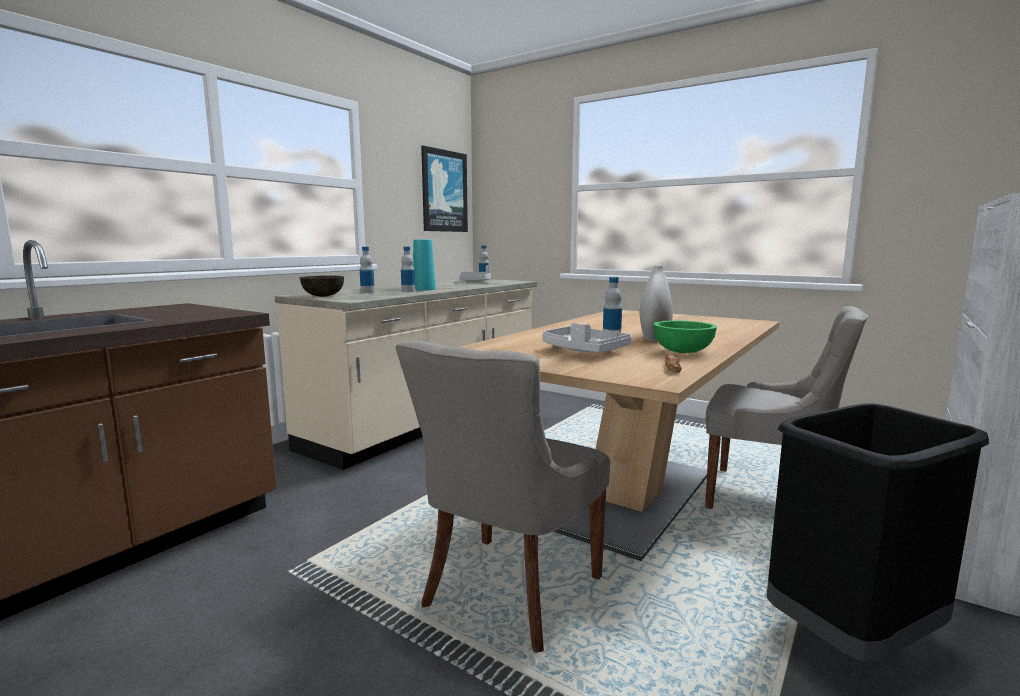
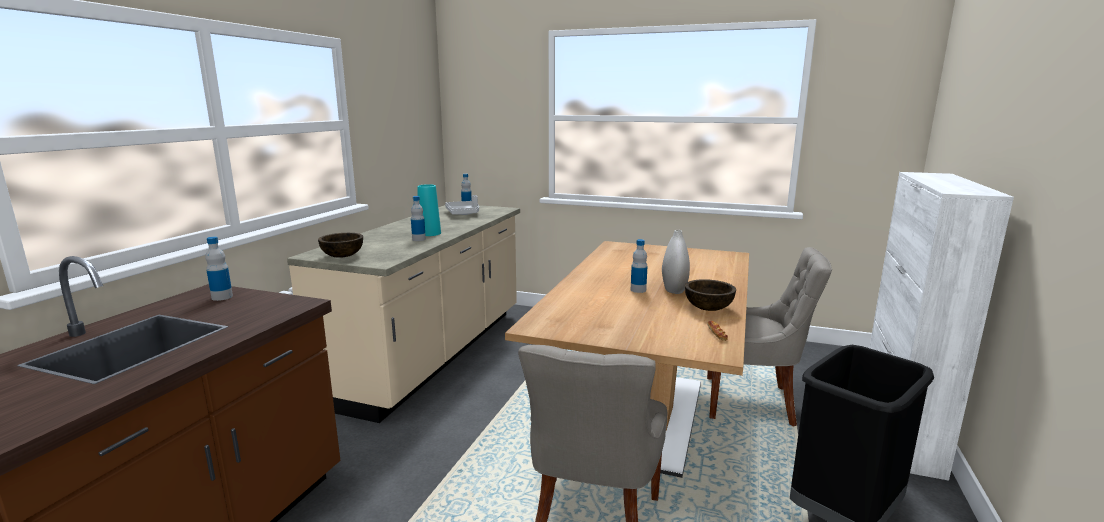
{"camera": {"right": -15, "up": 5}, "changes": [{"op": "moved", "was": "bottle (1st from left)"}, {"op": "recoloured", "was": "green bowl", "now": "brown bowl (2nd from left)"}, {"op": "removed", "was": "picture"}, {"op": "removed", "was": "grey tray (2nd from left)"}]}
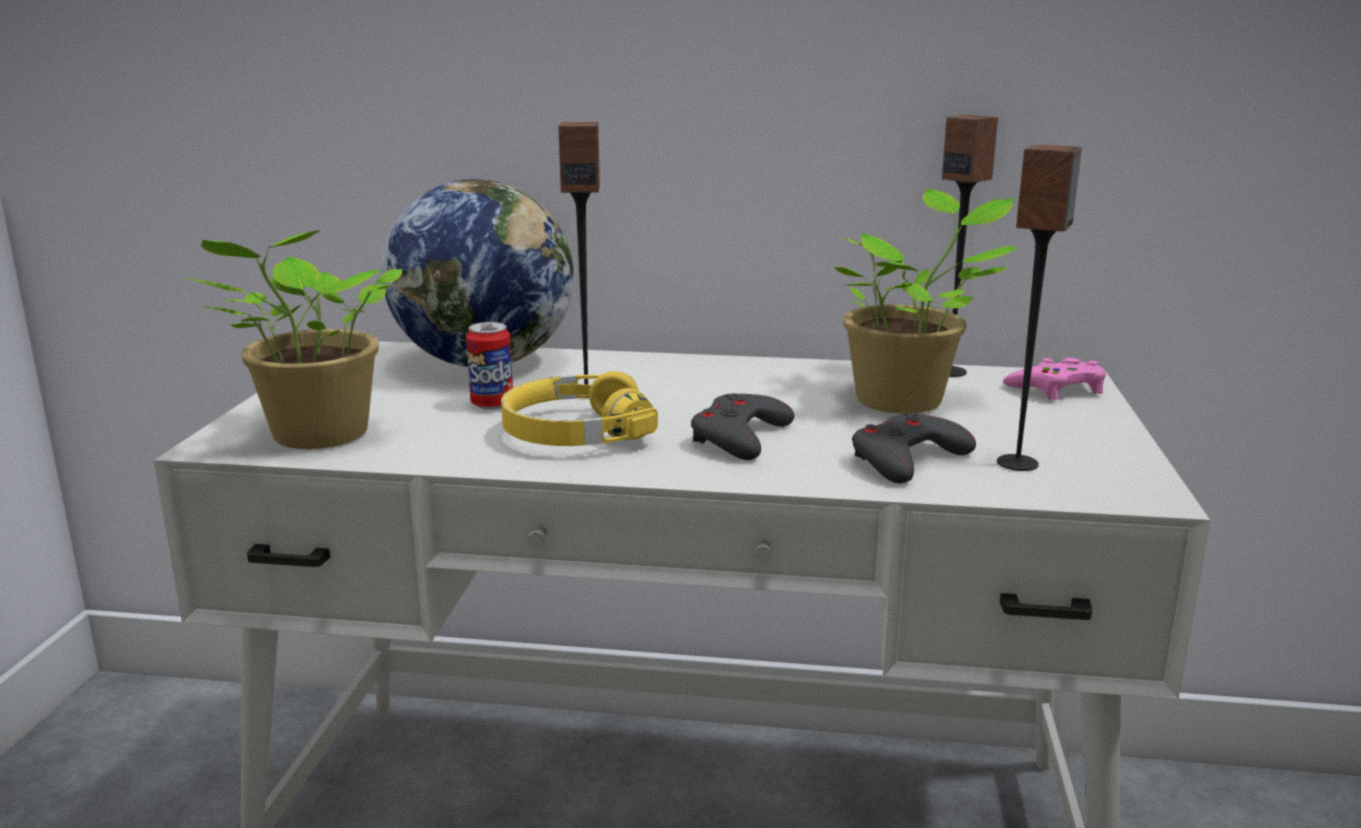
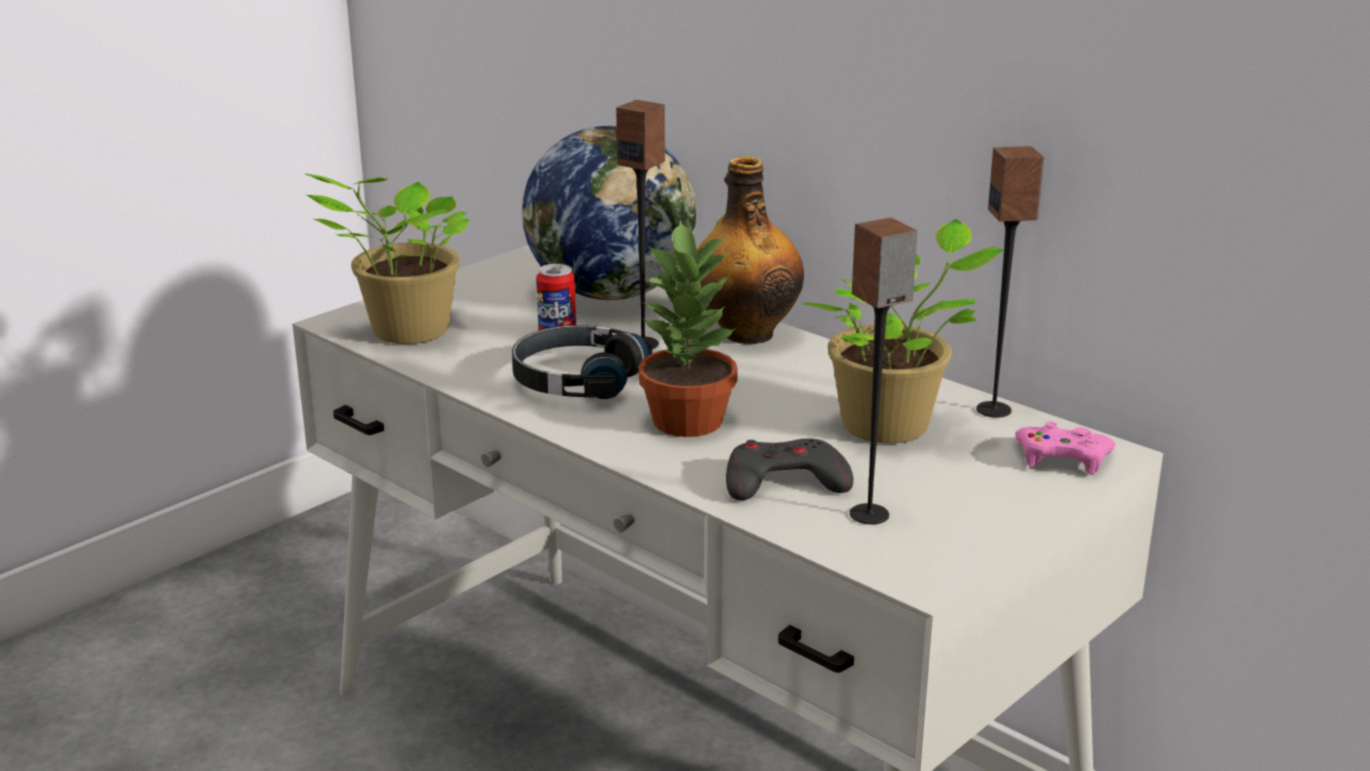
{"camera": {"right": 35, "up": 5}, "changes": [{"op": "recoloured", "was": "yellow headphones", "now": "black headphones"}, {"op": "replaced", "was": "grey game controller (1st from left)", "now": "potted plant (2nd from left)"}, {"op": "added", "now": "bottle"}]}
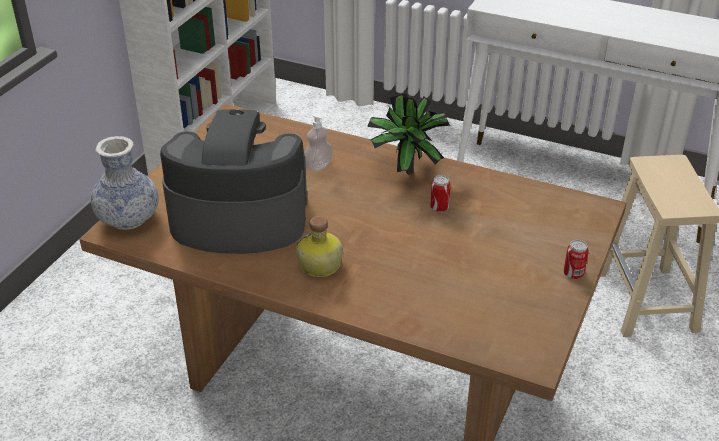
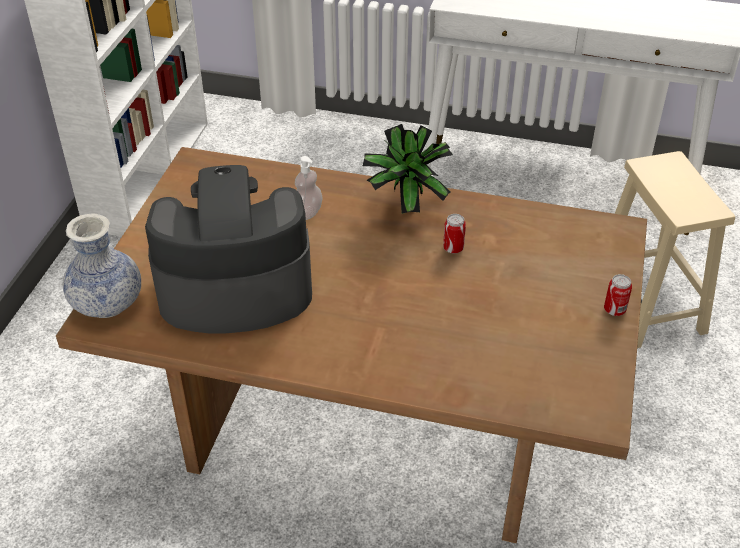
{"camera": {"right": -10, "up": 5}, "changes": [{"op": "removed", "was": "bottle"}]}
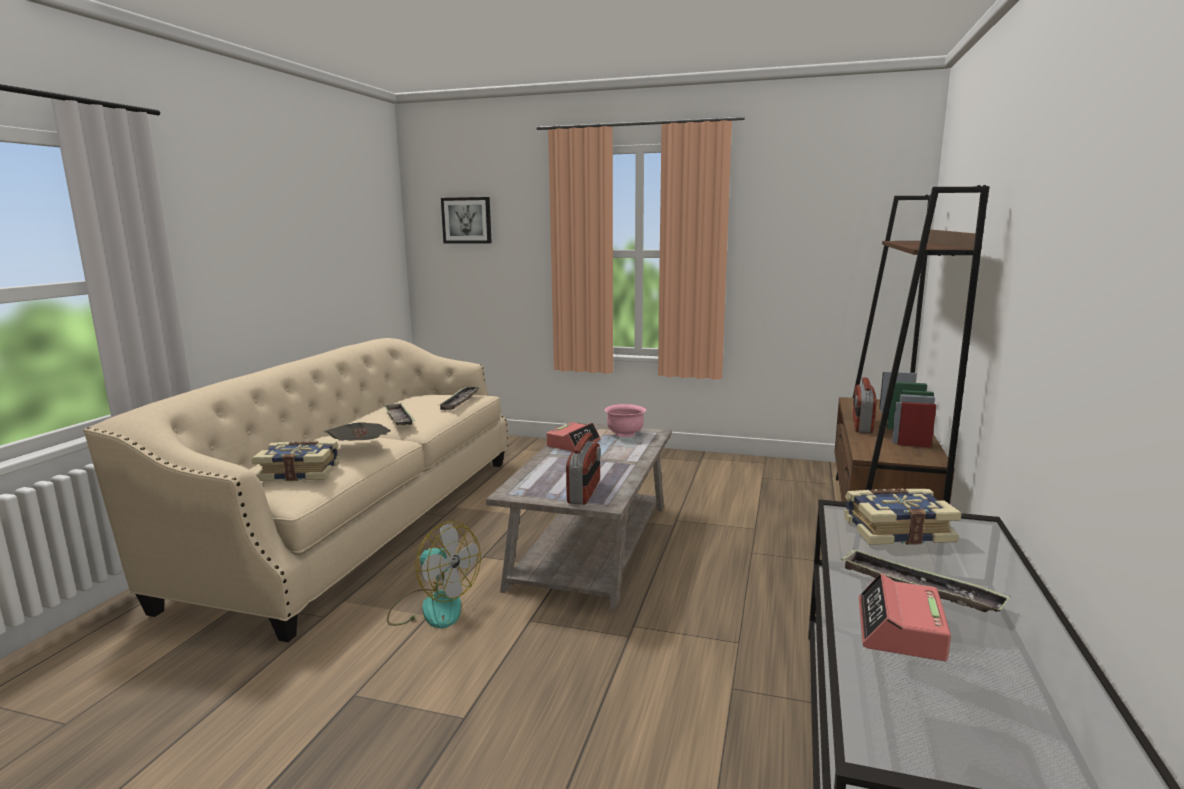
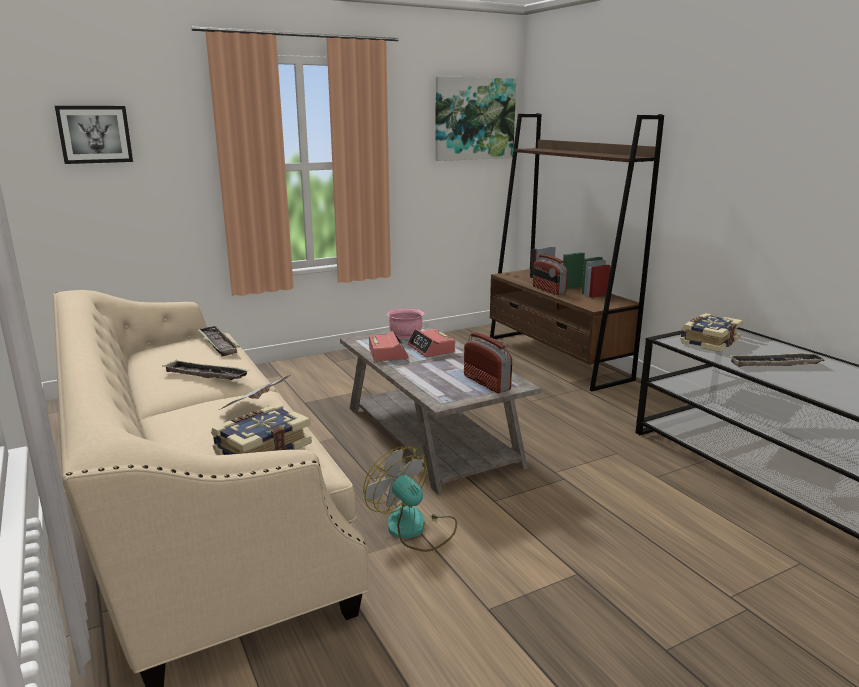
{"camera": {"right": -45, "up": 5}, "changes": [{"op": "turned", "was": "fan", "clockwise": -120}, {"op": "moved", "was": "alarm clock (2nd from left)"}, {"op": "added", "now": "picture (2nd from left)"}]}
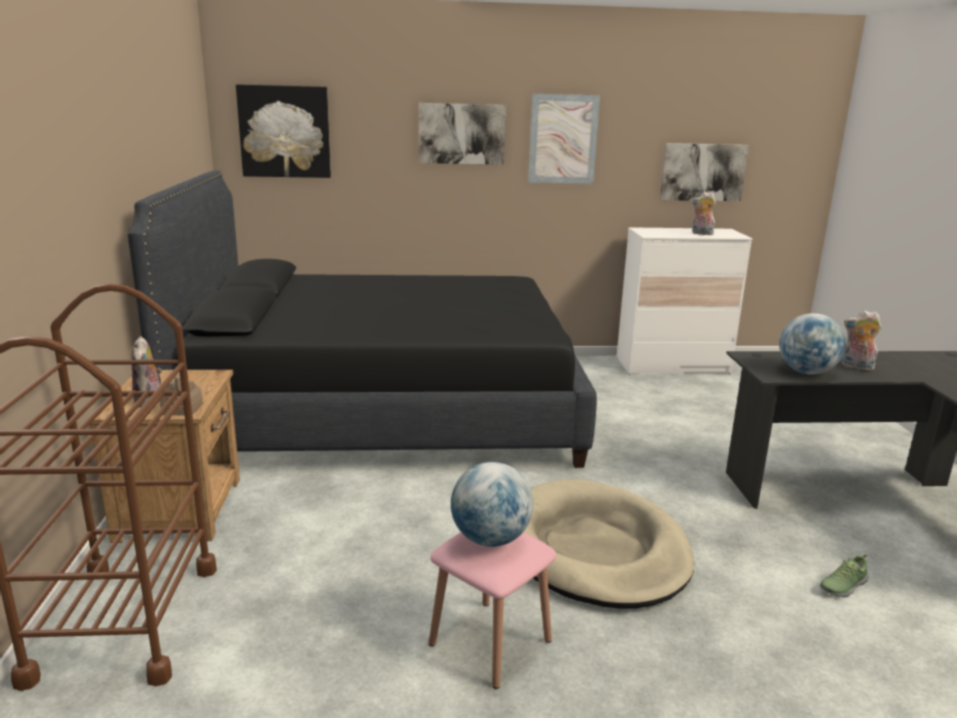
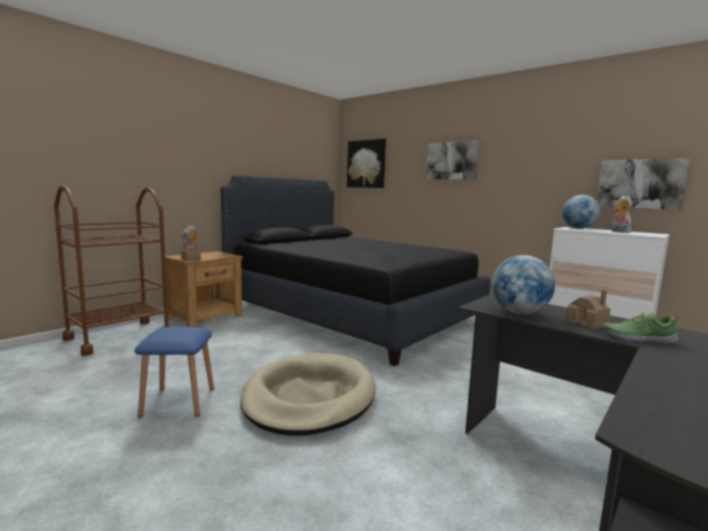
{"camera": {"right": 45, "up": -10}, "changes": [{"op": "recoloured", "was": "pink stool", "now": "blue stool"}, {"op": "moved", "was": "globe (1st from left in the first image)", "now": "globe (2nd from left)"}, {"op": "replaced", "was": "plush toy (3rd from left)", "now": "toy house (2nd from left)"}, {"op": "moved", "was": "shoe"}, {"op": "removed", "was": "picture (3rd from left)"}]}
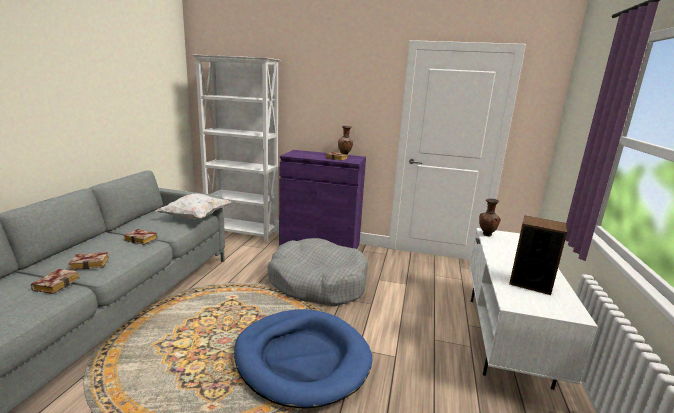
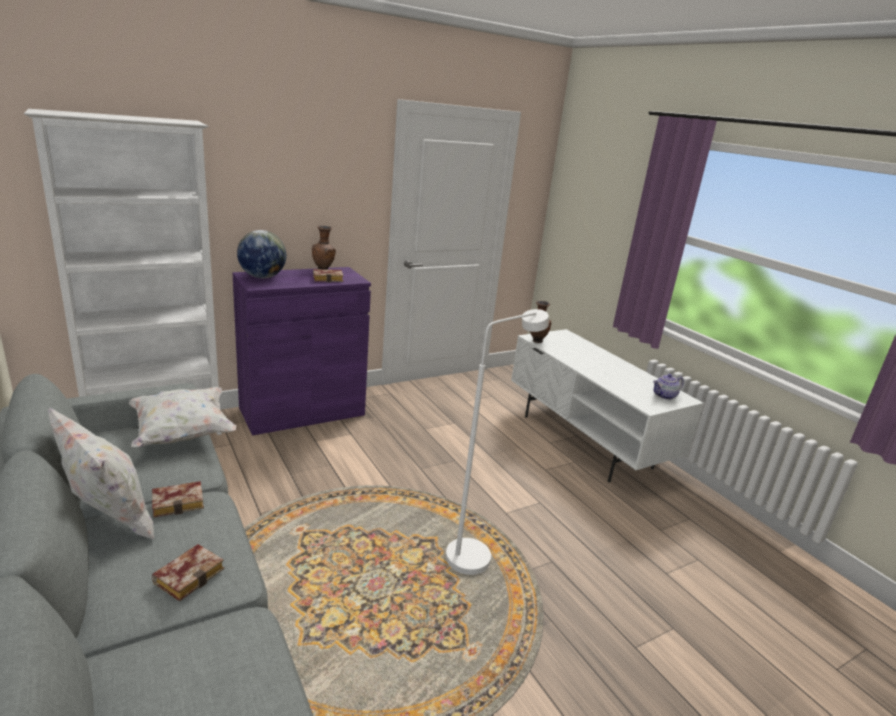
{"camera": {"right": -45, "up": 5}, "changes": [{"op": "added", "now": "white pillow (1st from left)"}, {"op": "added", "now": "globe"}, {"op": "replaced", "was": "blue dog bed", "now": "white floor lamp"}, {"op": "added", "now": "teapot"}, {"op": "removed", "was": "book (1st from left)"}, {"op": "removed", "was": "grey dog bed"}, {"op": "removed", "was": "speaker"}]}
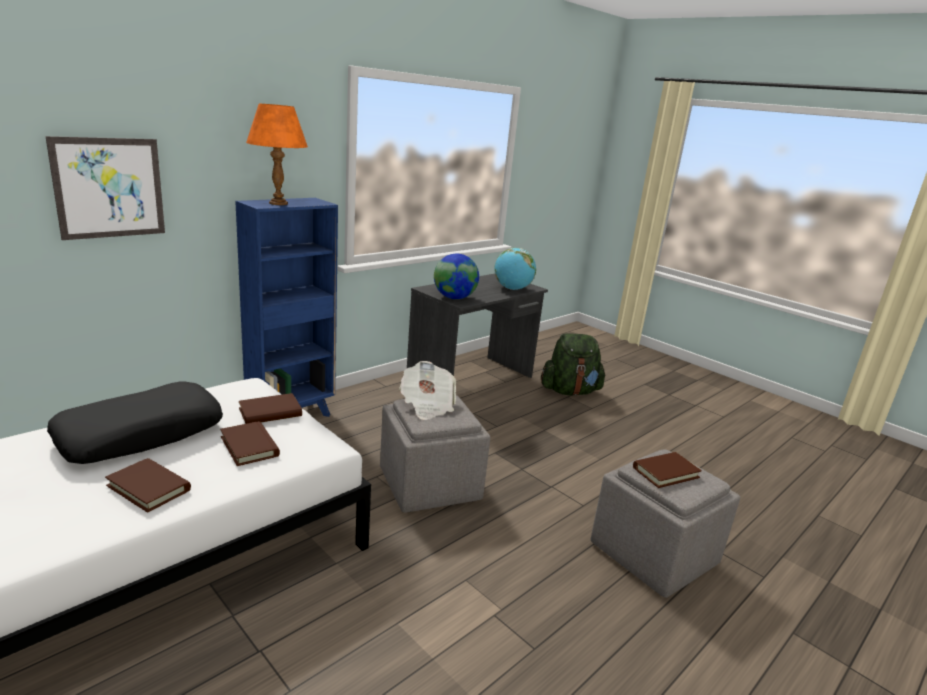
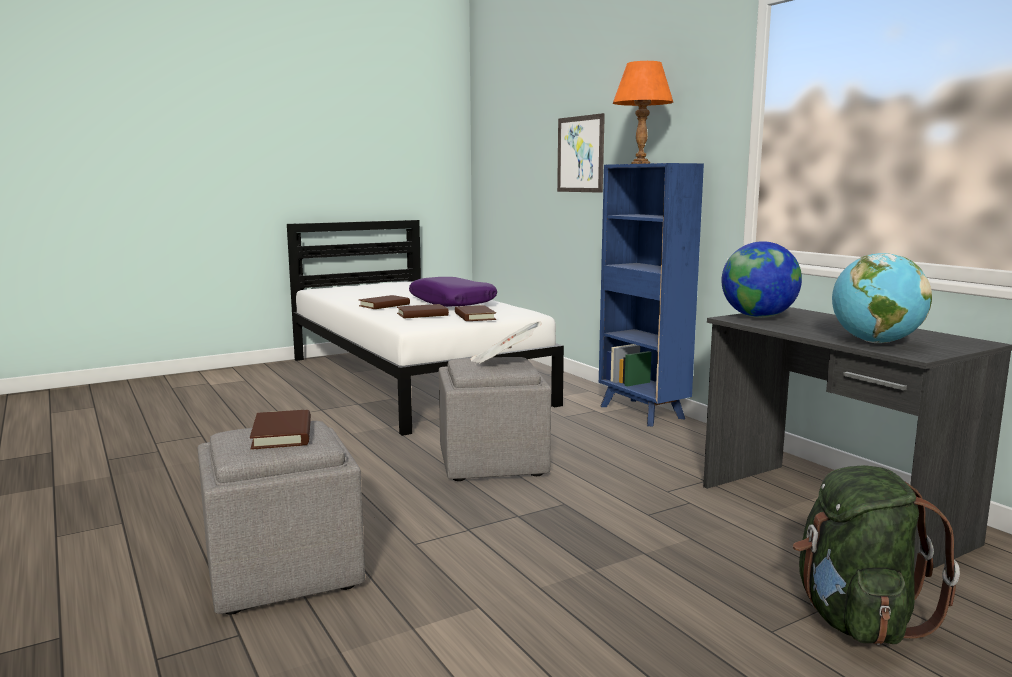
{"camera": {"right": 105, "up": -10}, "changes": [{"op": "recoloured", "was": "black pillow", "now": "purple pillow"}]}
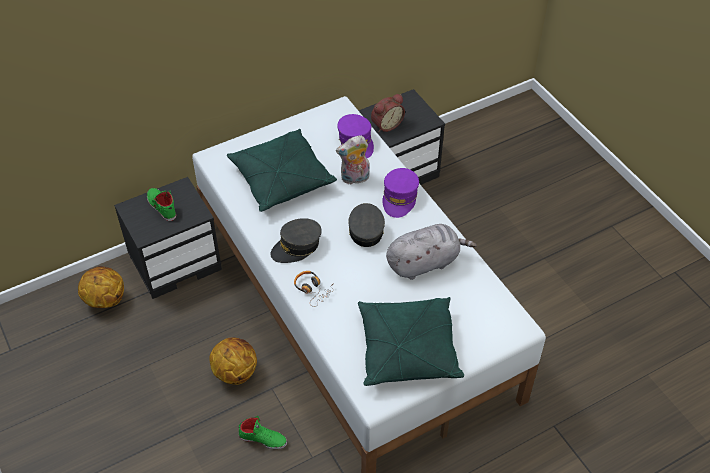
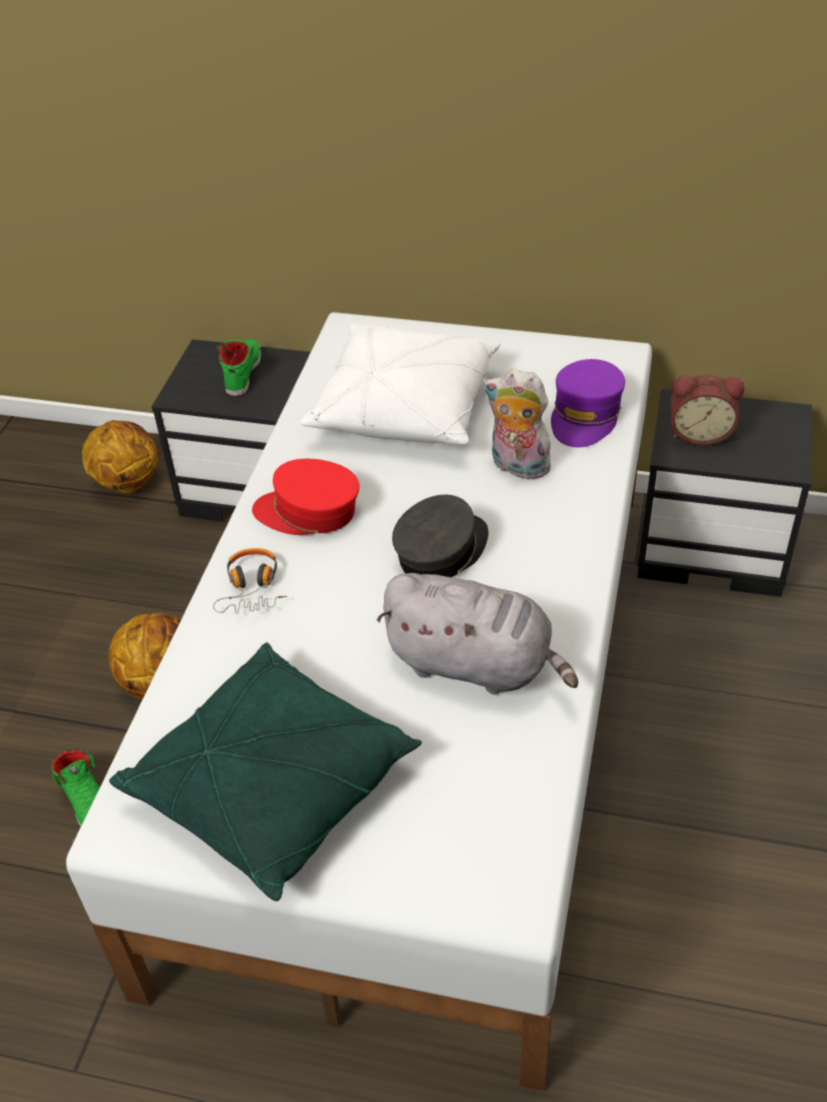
{"camera": {"right": 45, "up": -5}, "changes": [{"op": "recoloured", "was": "grey cap (1st from left)", "now": "red cap"}, {"op": "recoloured", "was": "green pillow (1st from left)", "now": "white pillow"}, {"op": "removed", "was": "purple cap (2nd from left)"}]}
